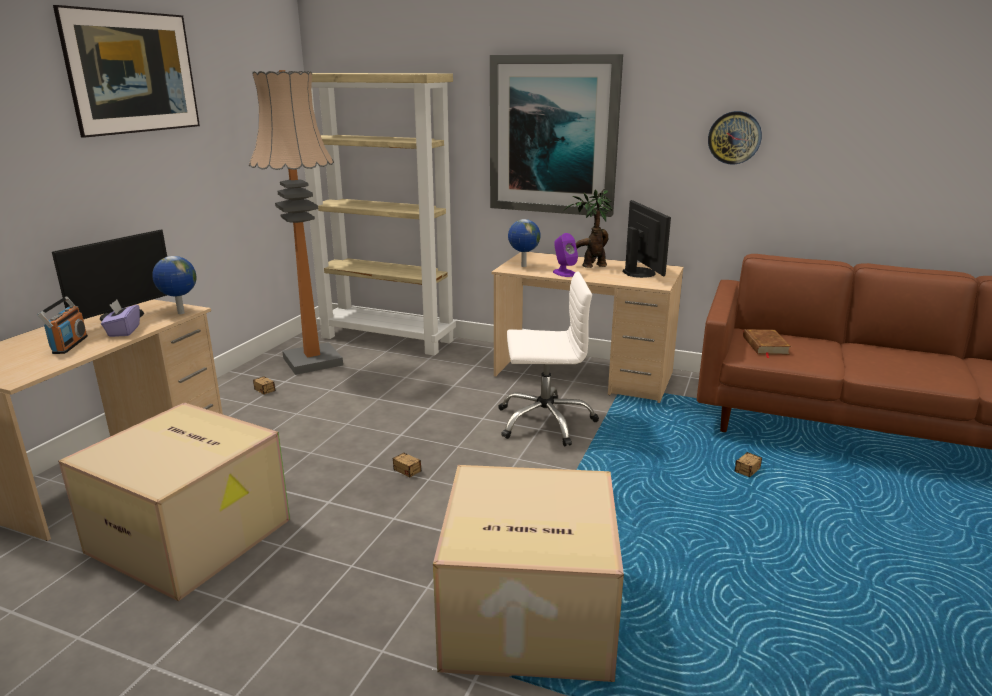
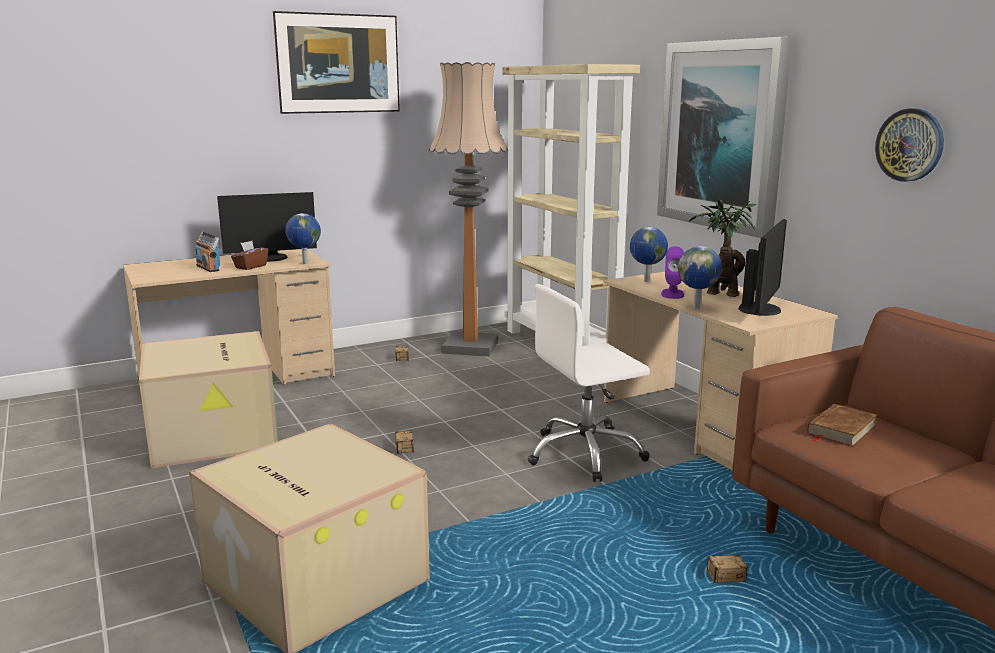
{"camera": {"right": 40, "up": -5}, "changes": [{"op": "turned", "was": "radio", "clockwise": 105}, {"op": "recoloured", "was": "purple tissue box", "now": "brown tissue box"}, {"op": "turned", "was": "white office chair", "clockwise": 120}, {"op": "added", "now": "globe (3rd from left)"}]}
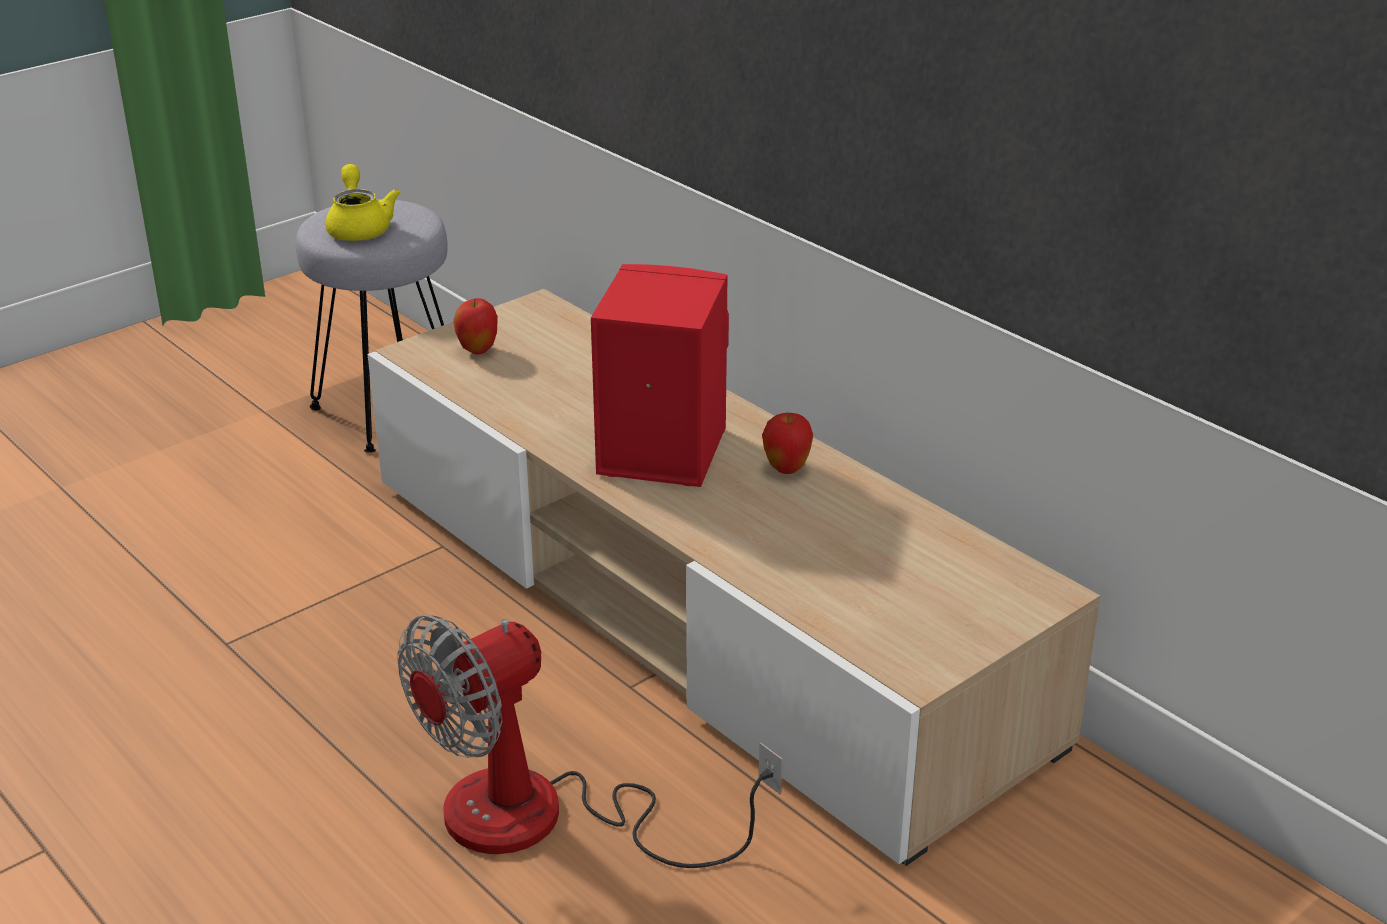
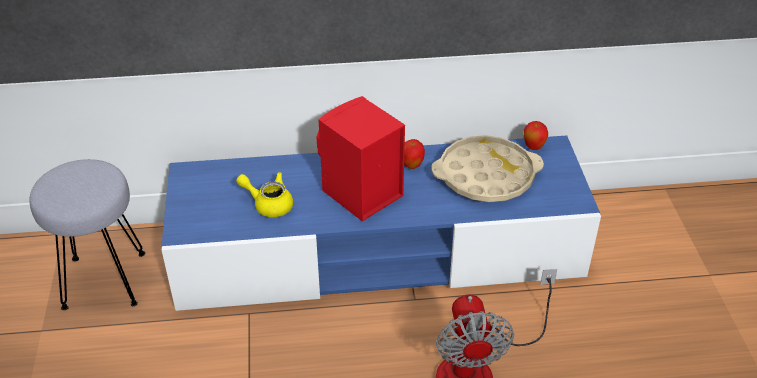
{"camera": {"right": -55, "up": 10}, "changes": [{"op": "recoloured", "was": "beige tv stand", "now": "blue tv stand"}, {"op": "moved", "was": "yellow teapot"}, {"op": "added", "now": "beige tray"}, {"op": "moved", "was": "apple (1st from left in the first image)", "now": "apple (2nd from left)"}]}
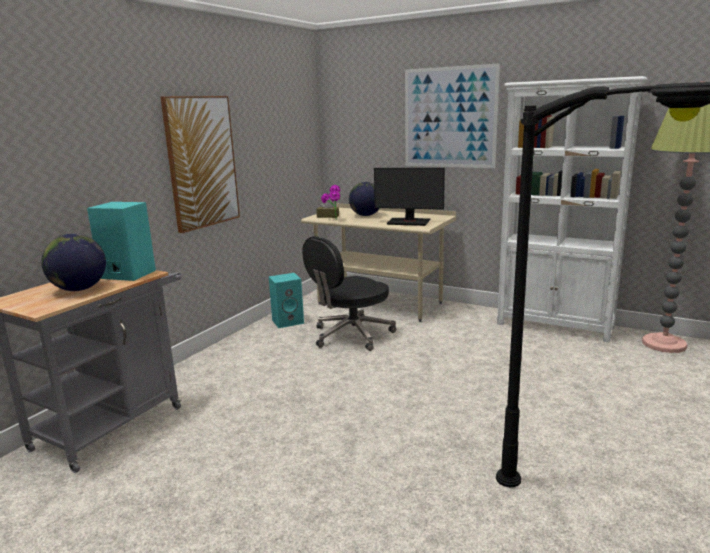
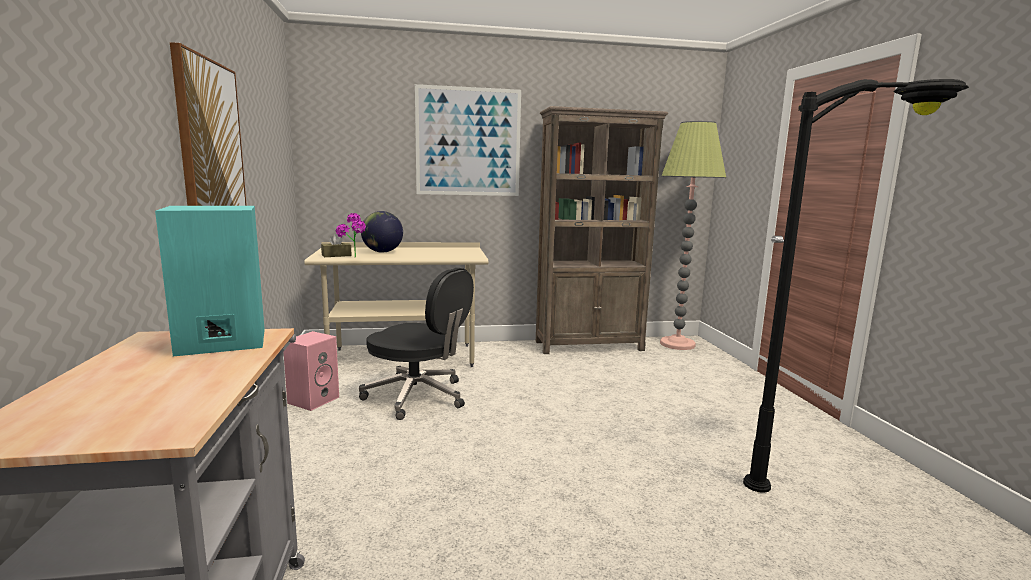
{"camera": {"right": -40, "up": -5}, "changes": [{"op": "recoloured", "was": "turquoise speaker (2nd from left)", "now": "pink speaker"}, {"op": "turned", "was": "black office chair", "clockwise": -75}, {"op": "recoloured", "was": "white bookcase", "now": "brown bookcase"}, {"op": "removed", "was": "globe (1st from left)"}, {"op": "removed", "was": "monitor"}]}
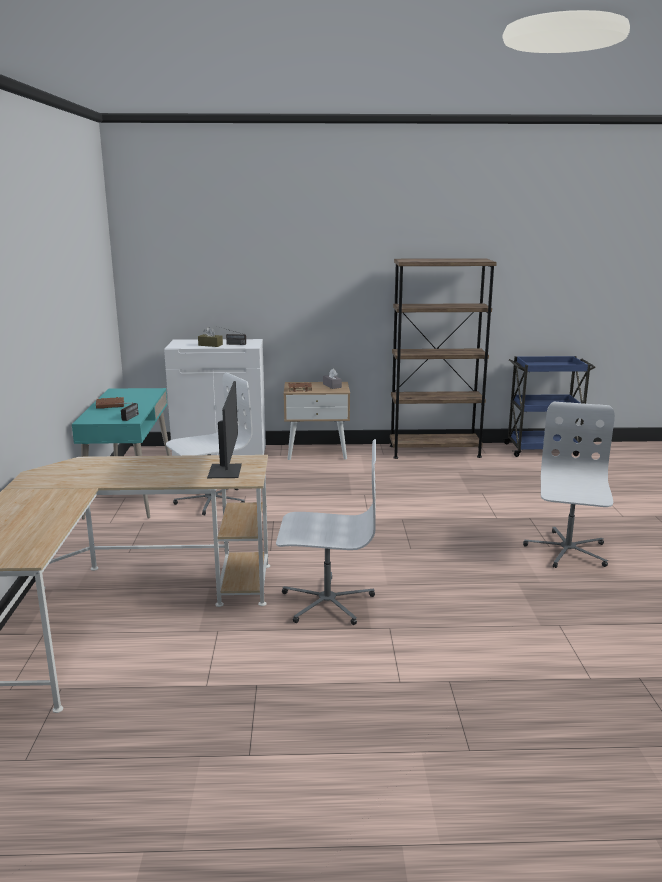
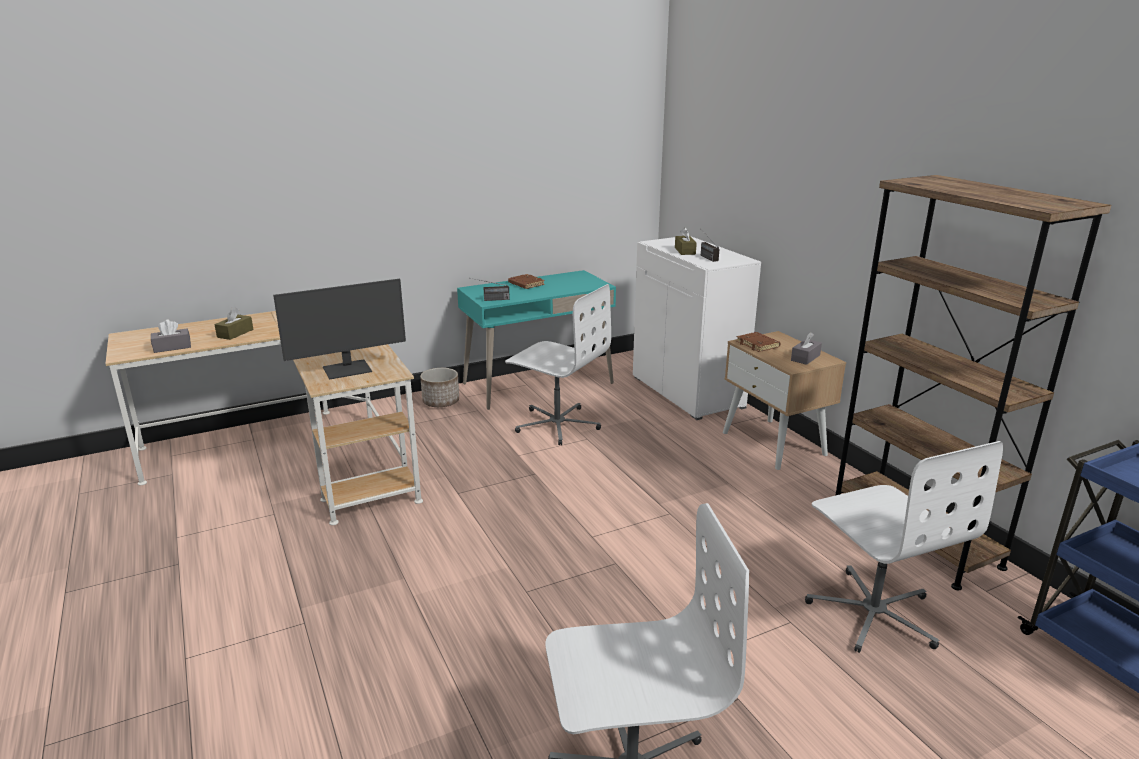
{"camera": {"right": 65, "up": 5}, "changes": [{"op": "added", "now": "grey tissue box (1st from left)"}, {"op": "added", "now": "brown tissue box (1st from left)"}, {"op": "added", "now": "planter"}, {"op": "moved", "was": "white office chair (2nd from left in the first image)", "now": "white office chair (3rd from left)"}]}
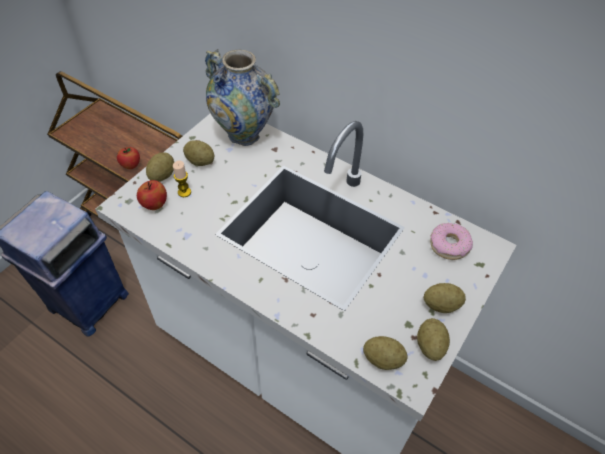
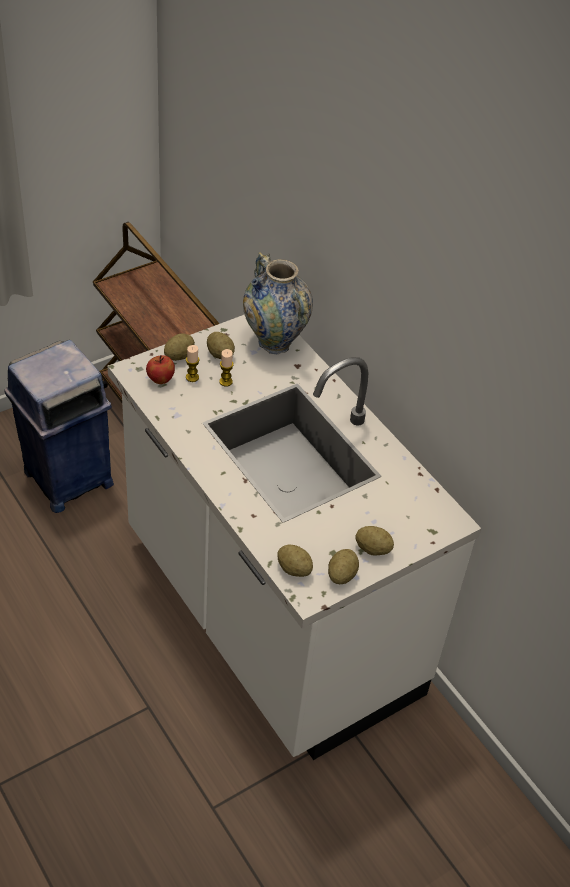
{"camera": {"right": 20, "up": -5}, "changes": [{"op": "added", "now": "candle (2nd from left)"}, {"op": "removed", "was": "apple (1st from left)"}, {"op": "removed", "was": "donut"}]}
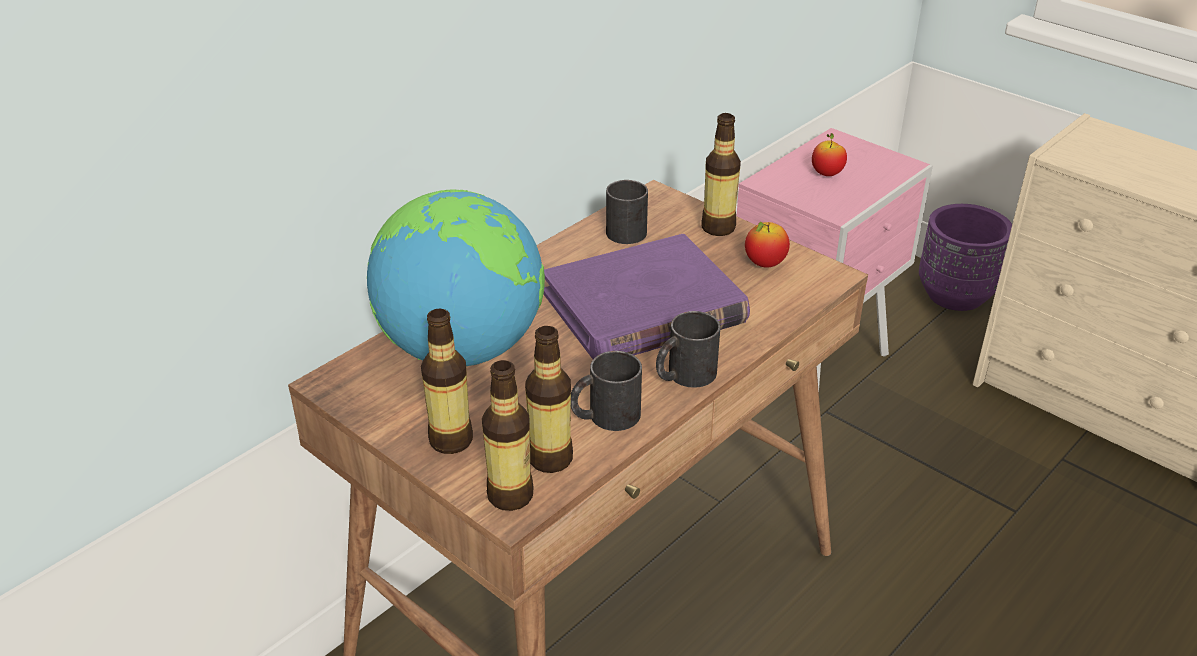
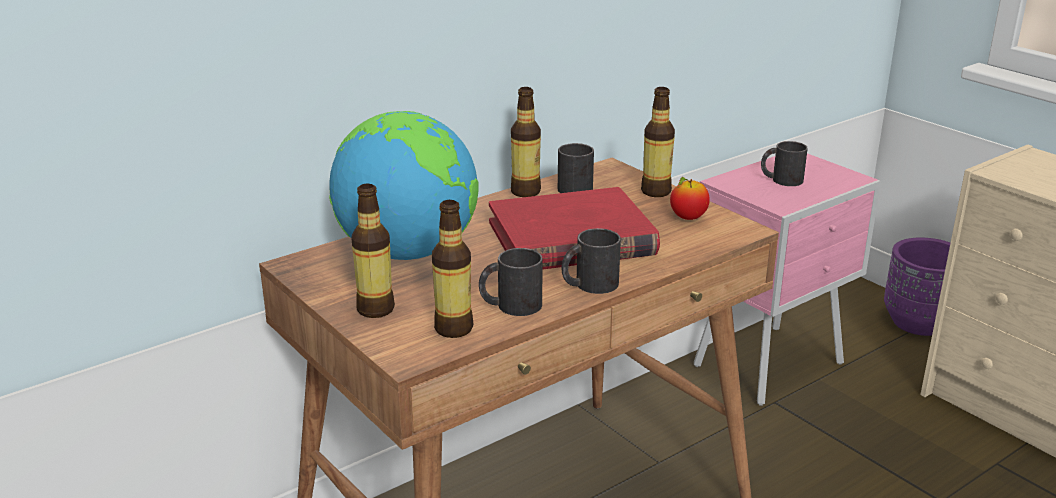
{"camera": {"right": 10, "up": -10}, "changes": [{"op": "recoloured", "was": "purple book", "now": "red book"}, {"op": "moved", "was": "bottle (2nd from left in the first image)", "now": "bottle (3rd from left)"}, {"op": "replaced", "was": "apple (2nd from left)", "now": "black mug (4th from left)"}]}
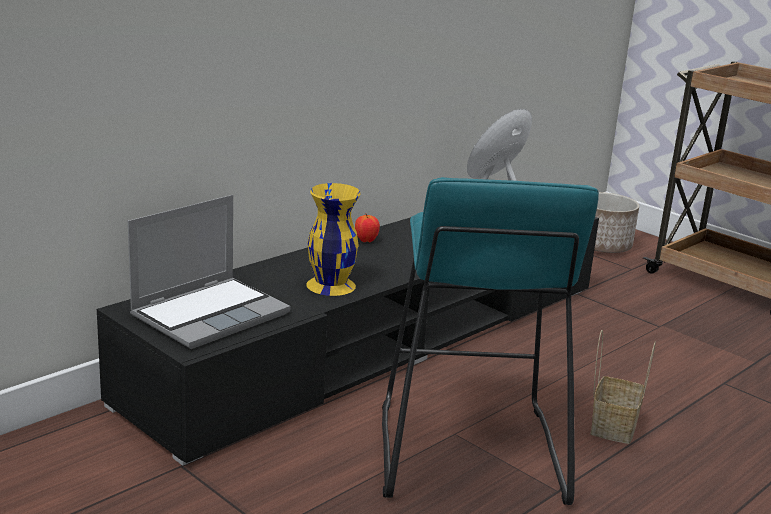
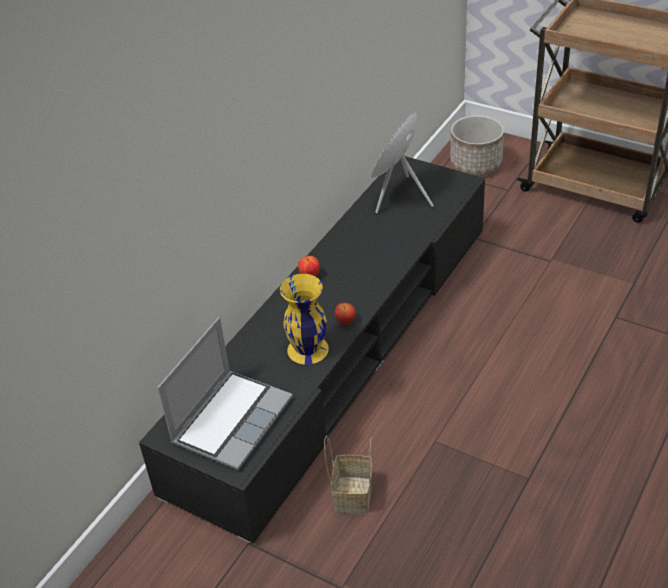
{"camera": {"right": -10, "up": 20}, "changes": [{"op": "moved", "was": "basket"}, {"op": "added", "now": "apple (2nd from left)"}, {"op": "removed", "was": "turquoise stool"}]}
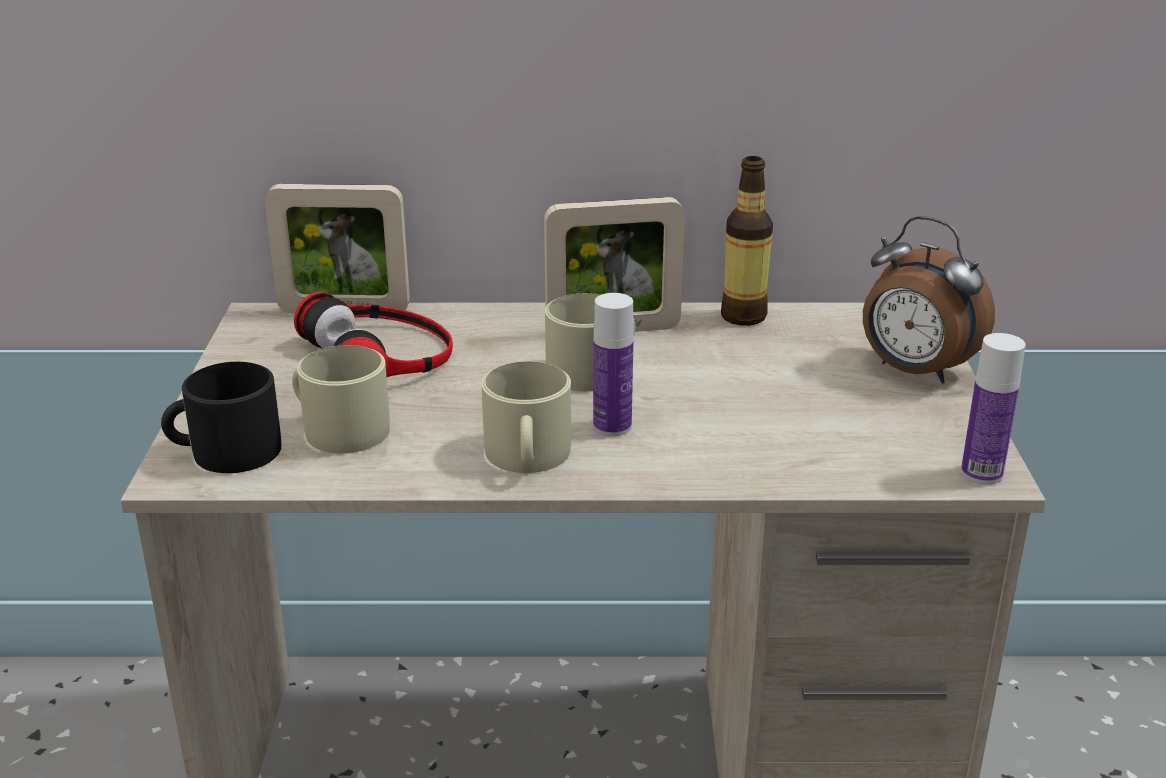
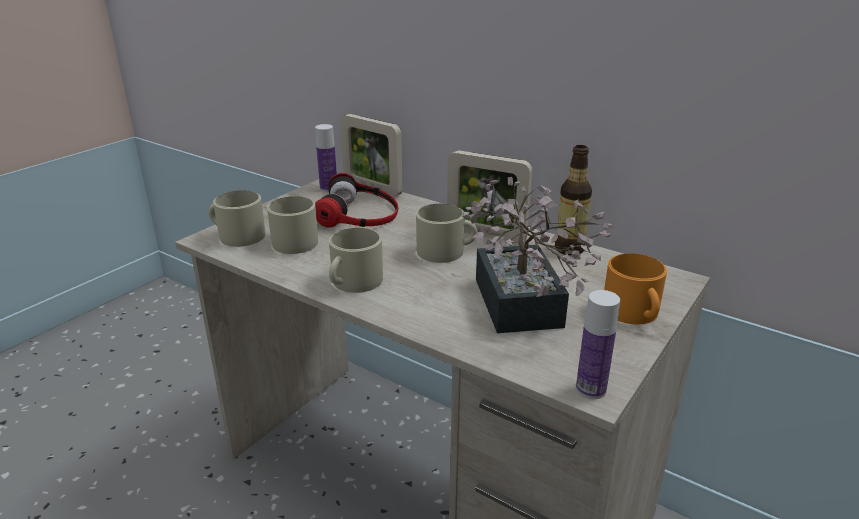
{"camera": {"right": 35, "up": 0}, "changes": [{"op": "recoloured", "was": "black mug", "now": "beige mug (1st from left)"}, {"op": "moved", "was": "bottle (1st from left)"}, {"op": "added", "now": "potted plant"}, {"op": "replaced", "was": "alarm clock", "now": "orange mug"}]}
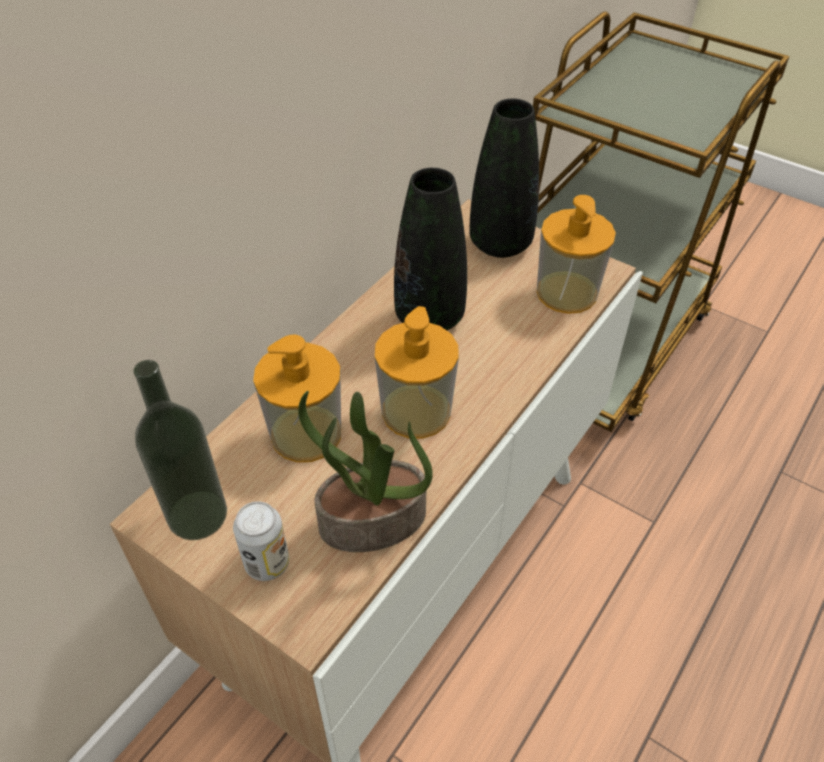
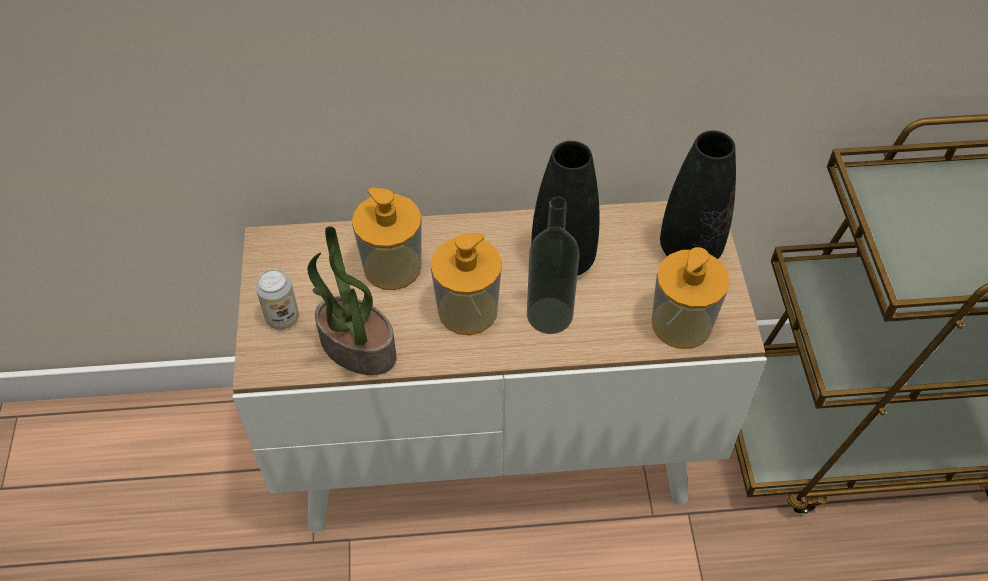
{"camera": {"right": 50, "up": 5}, "changes": [{"op": "moved", "was": "bottle"}]}
